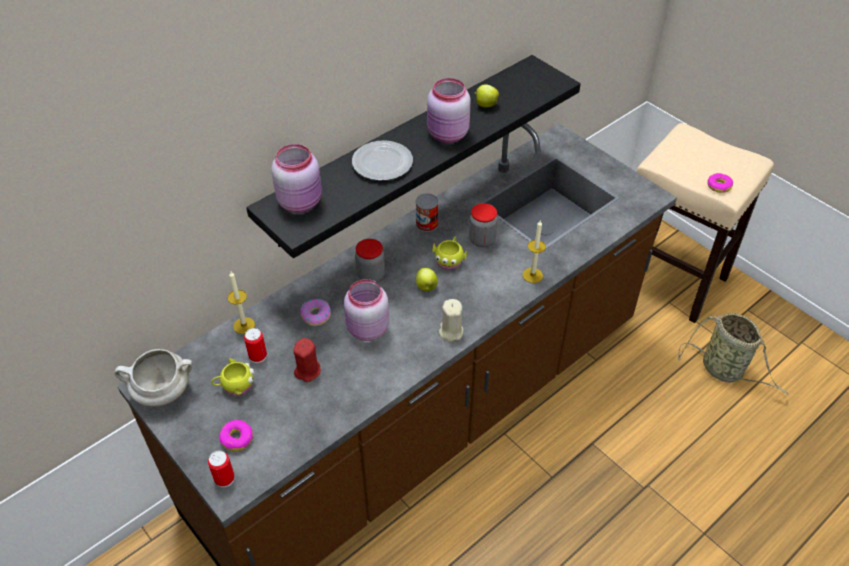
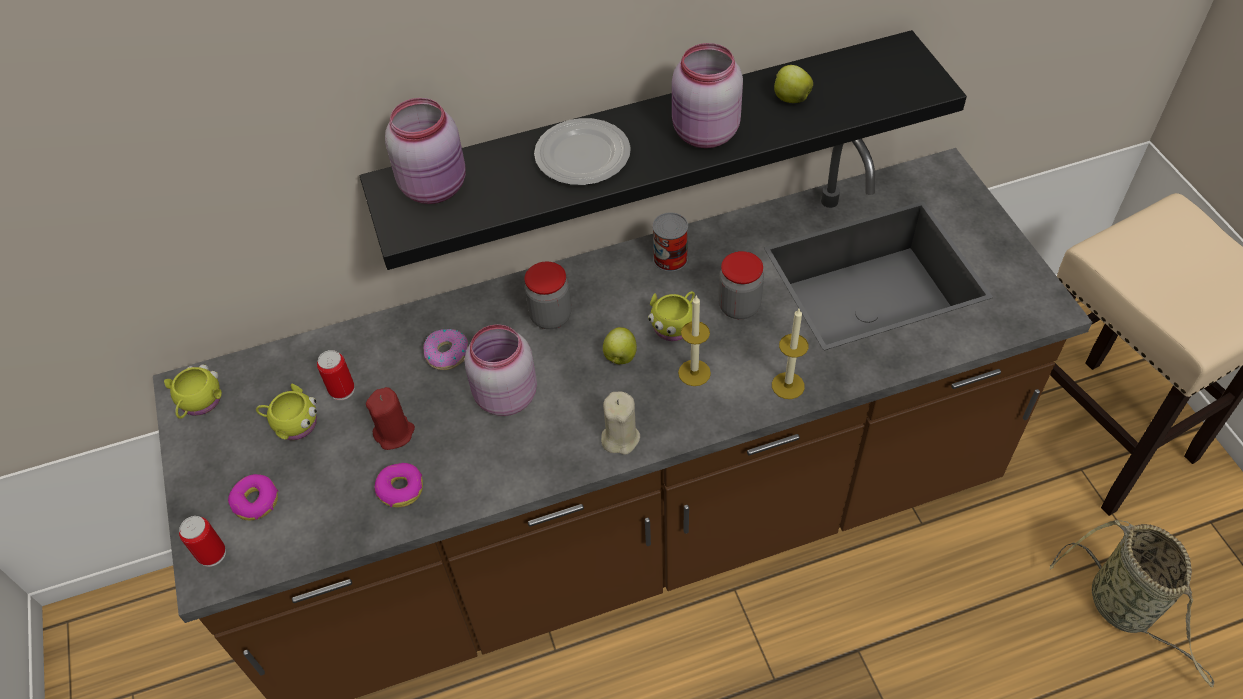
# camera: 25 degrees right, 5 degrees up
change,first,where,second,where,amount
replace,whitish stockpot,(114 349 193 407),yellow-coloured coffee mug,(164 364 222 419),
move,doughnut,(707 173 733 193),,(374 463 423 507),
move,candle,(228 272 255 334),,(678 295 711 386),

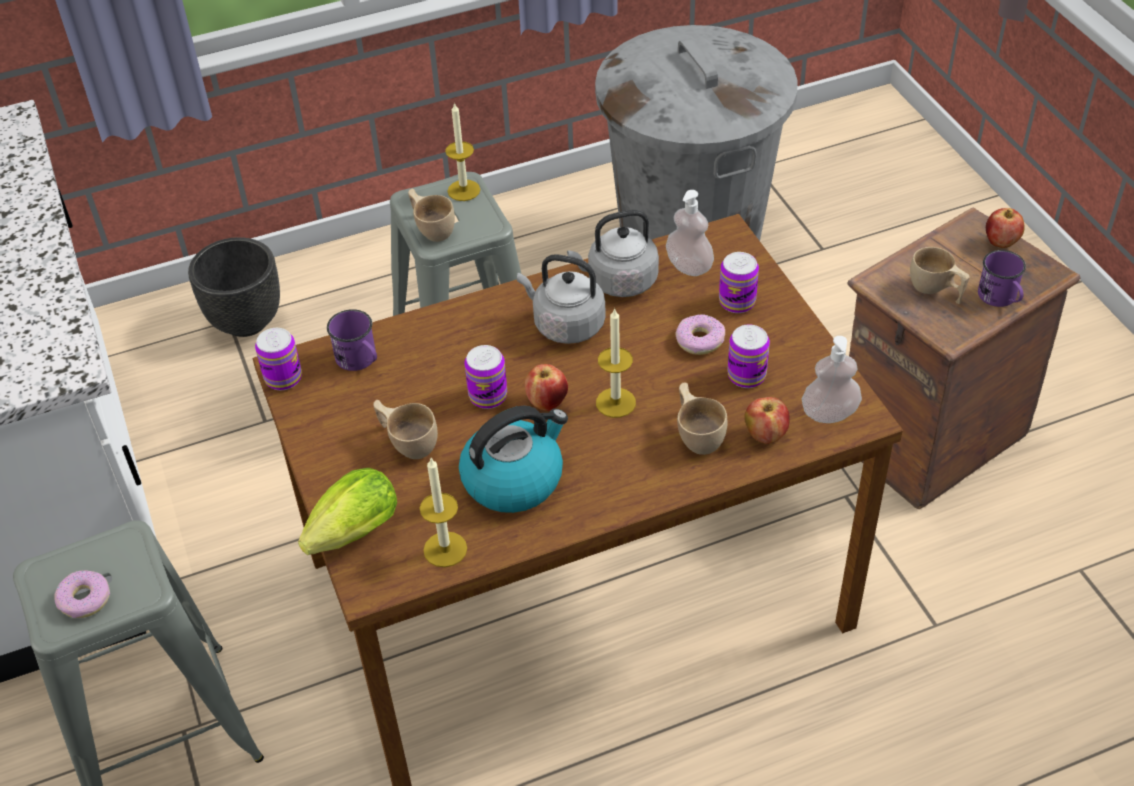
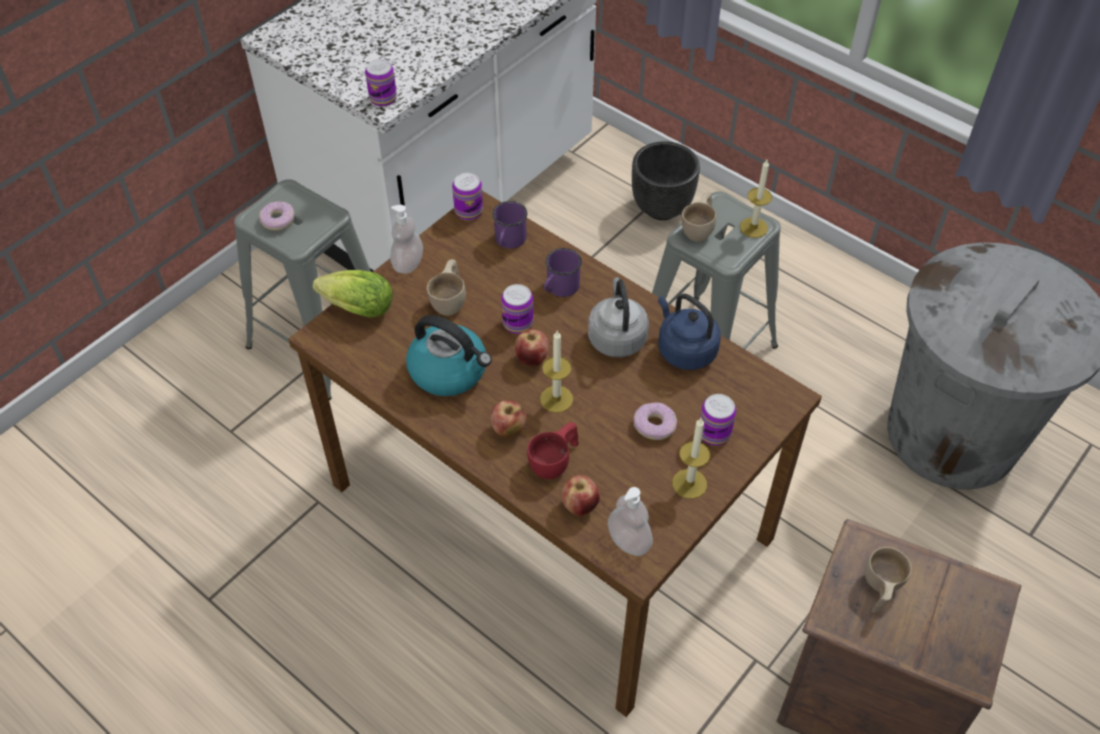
# camera: 60 degrees right, 5 degrees up
change,first,where,second,where,amount
move,can,(728 324 770 388),,(365 59 397 107),
move,soap bottle,(666 190 714 276),,(390 205 423 274),
move,whole apple,(986 208 1025 248),,(490 400 527 438),
recolor,sand-coloured small cup,(677 382 727 455),red small cup,(527 422 579 480),
move,purple-coloured coffee mug,(978 250 1026 307),,(544 248 582 297),
recolor,grey water kettle,(567 210 659 297),bluish water kettle,(658 294 721 370),
move,candle,(420 458 467 567),,(672 418 710 499),

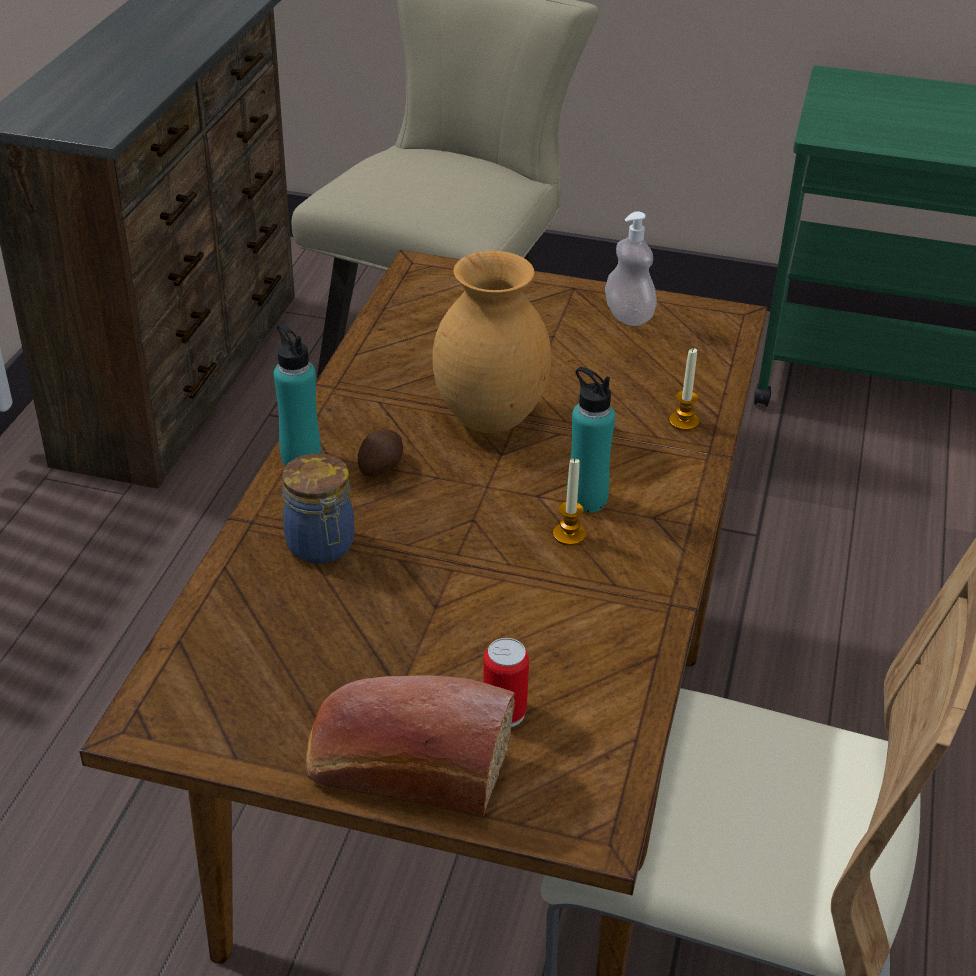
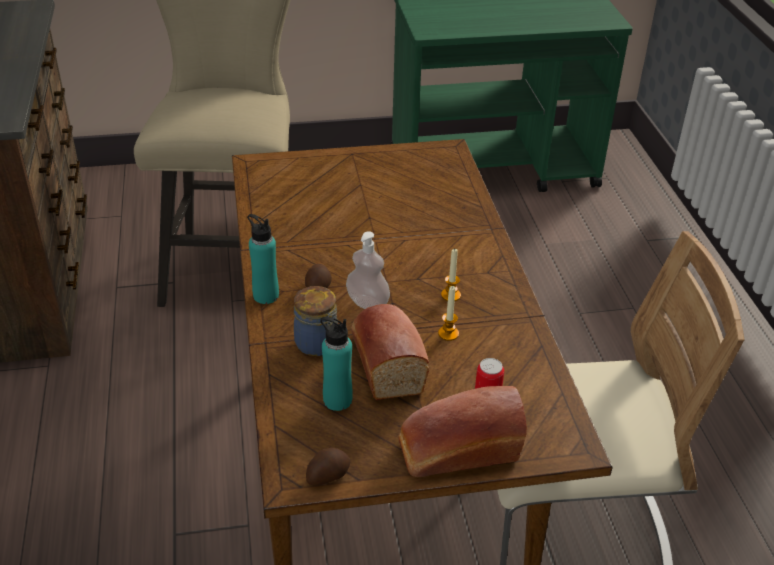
# camera: 25 degrees left, 0 degrees up
change,first,where,second,where,amount
insert,,,potato,(306 448 350 486),
move,turquoise drink bottle,(567 367 615 513),,(320 317 353 411),
move,soap bottle,(605 212 657 326),,(346 231 390 309),
insert,,,bakery bread,(351 304 429 400),
move,candle,(669 348 699 431),,(438 286 459 341),
delete,brown vase,(432 251 551 433),,,

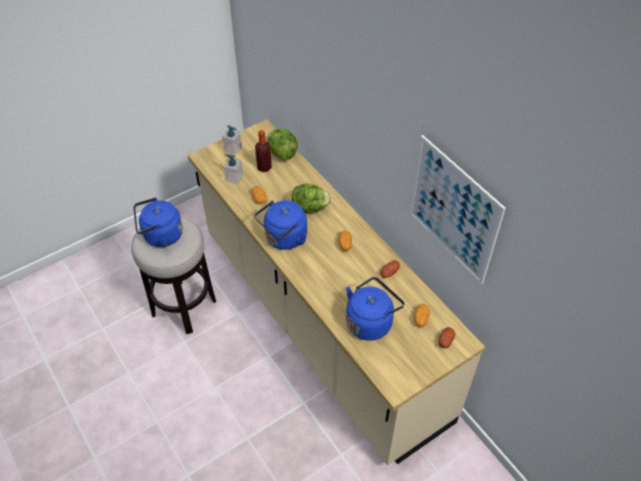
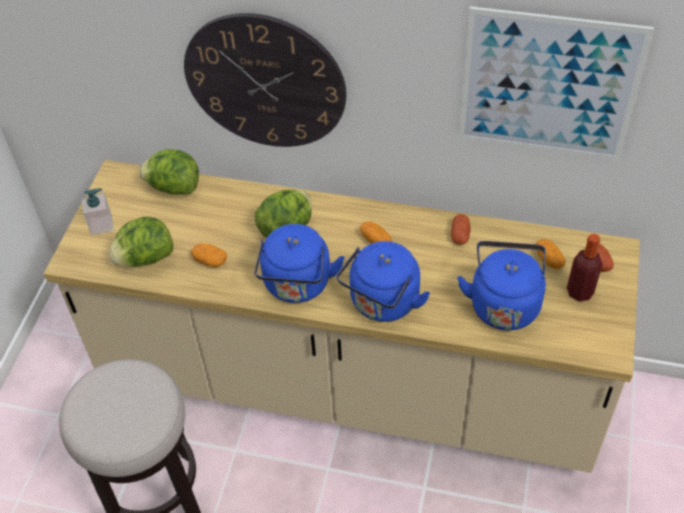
# camera: 40 degrees left, 0 degrees up
change,first,where,second,where,amount
replace,soap bottle,(224 154 243 184),lettuce head,(109 217 173 267),
insert,,,wall clock,(184 13 347 147),
move,bluish water kettle,(133 198 183 247),,(337 241 430 322),
move,drink bottle,(255 130 272 172),,(567 234 602 301),

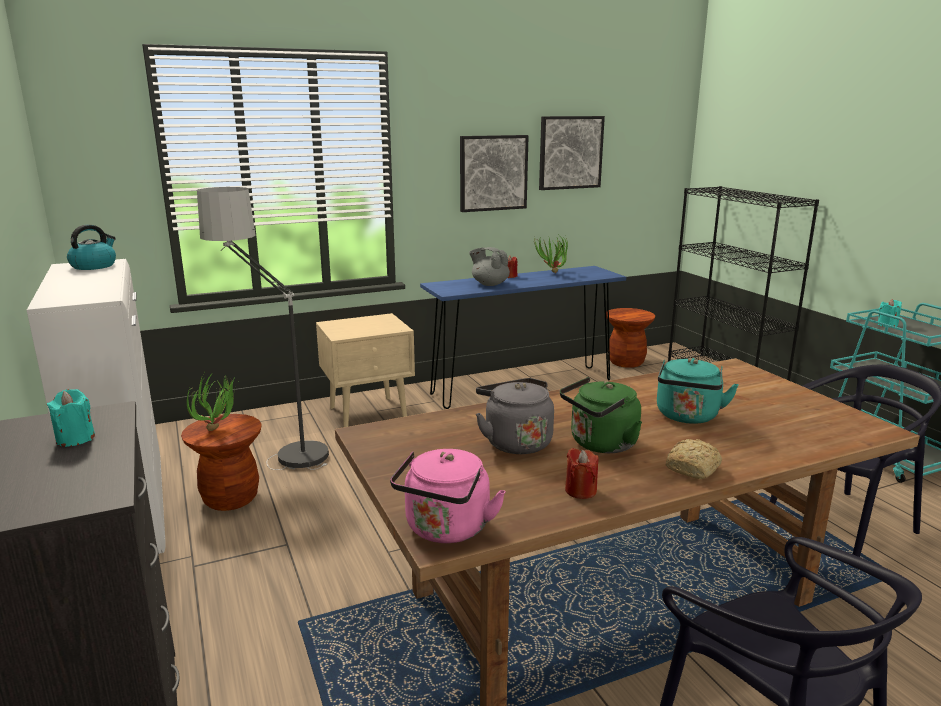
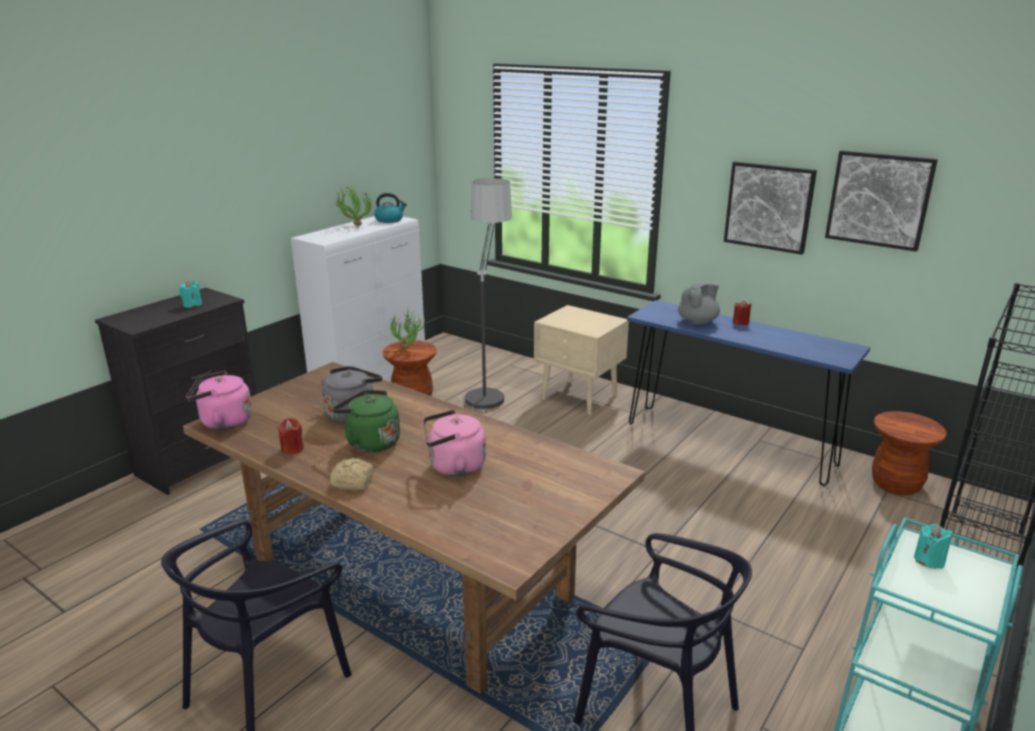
# camera: 60 degrees right, 5 degrees up
change,first,where,second,where,amount
move,houseplant,(534 234 568 273),,(334 186 371 226),
recolor,turquoise water kettle,(657 358 739 424),pinkish water kettle,(423 410 486 477),
rotate,grey teapot,(469 247 510 286),,(678 283 720 325),45 degrees clockwise

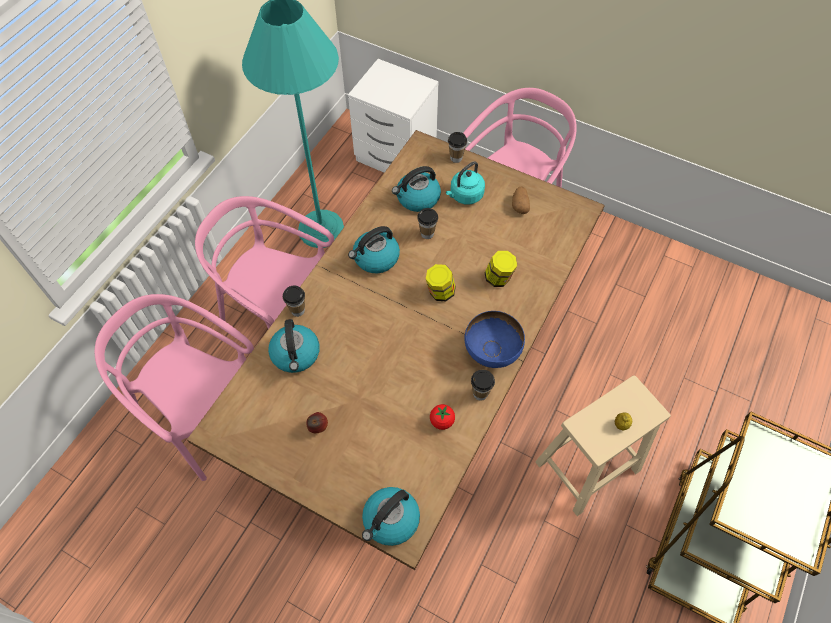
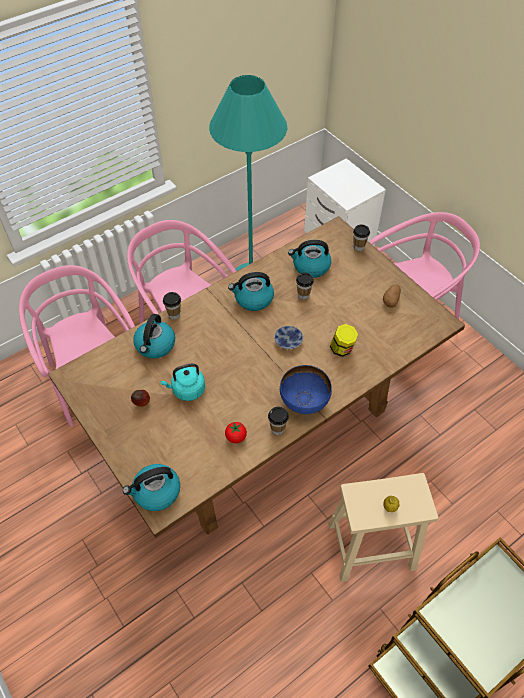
# camera: 25 degrees right, 5 degrees down
change,first,where,second,where,amount
move,turquoise water kettle,(446 161 485 205),,(160 363 205 401),
replace,storage jar,(426 264 455 301),serving bowl,(274 326 303 349),

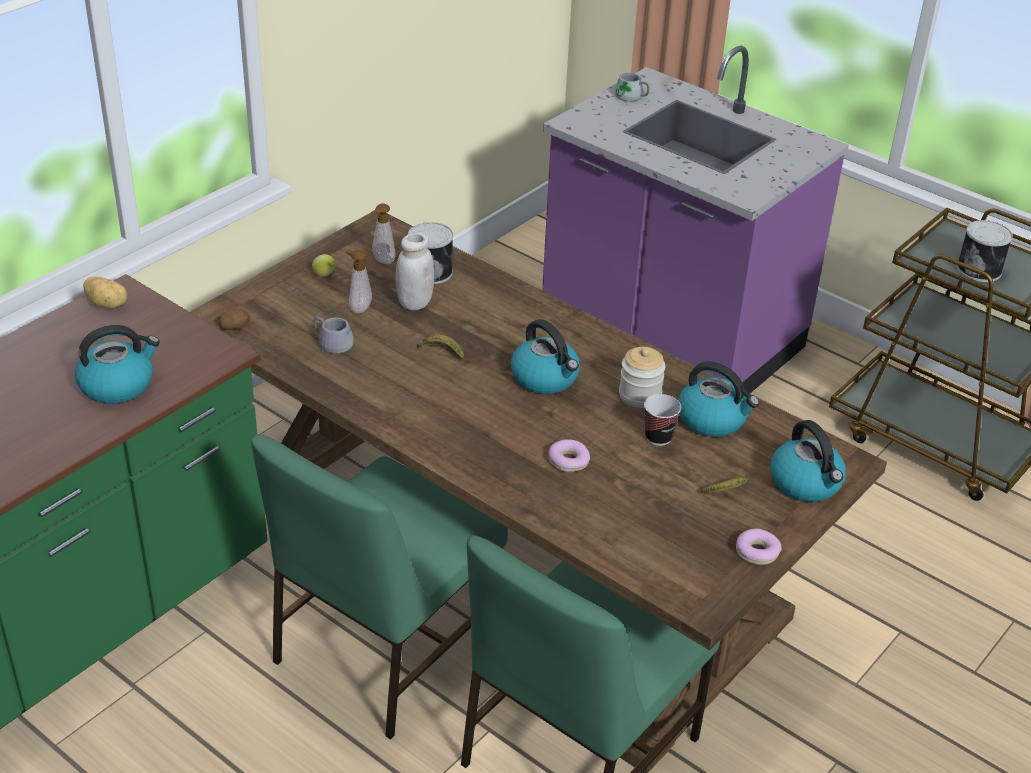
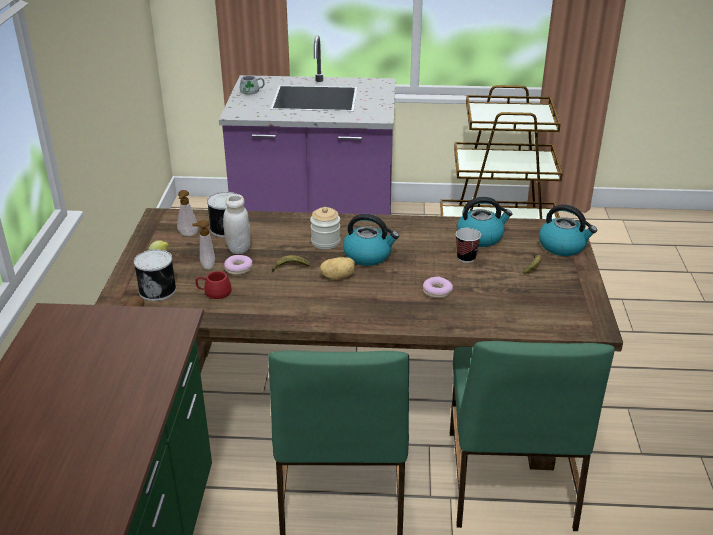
# camera: 35 degrees left, 5 degrees down
change,first,where,second,where,amount
move,can,(957 220 1013 282),,(134 249 176 301),
recolor,grey coffee mug,(314 316 353 354),red coffee mug,(195 271 232 299),
move,doughnut,(736 529 782 565),,(224 255 252 275),
move,storage jar,(619 347 666 408),,(310 207 341 249),
move,potato,(83 277 127 308),,(320 257 355 279),
delete,water kettle,(75 325 160 404),,,

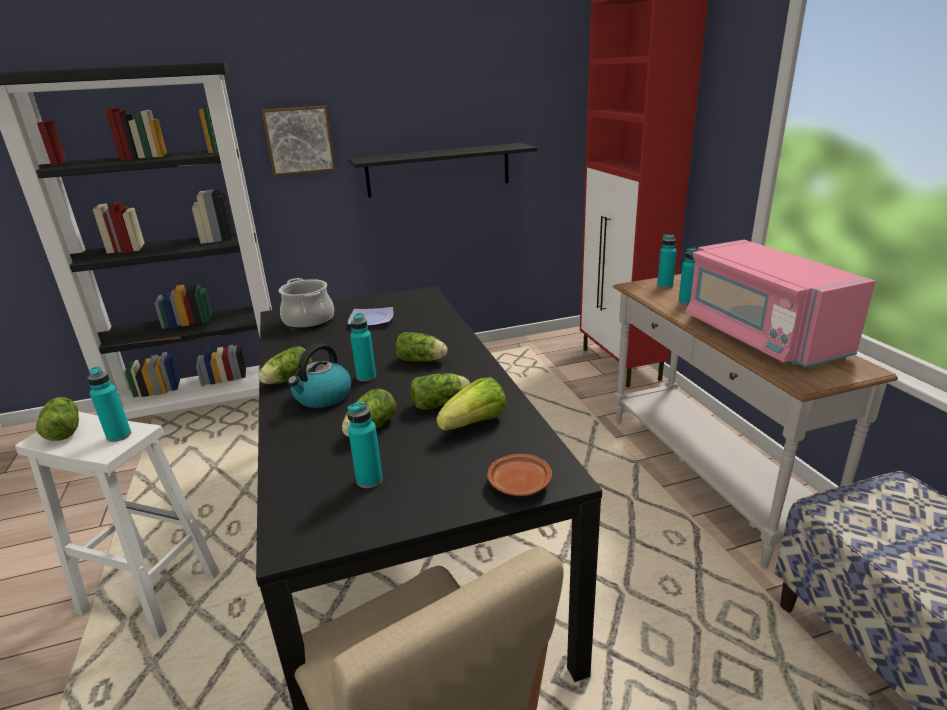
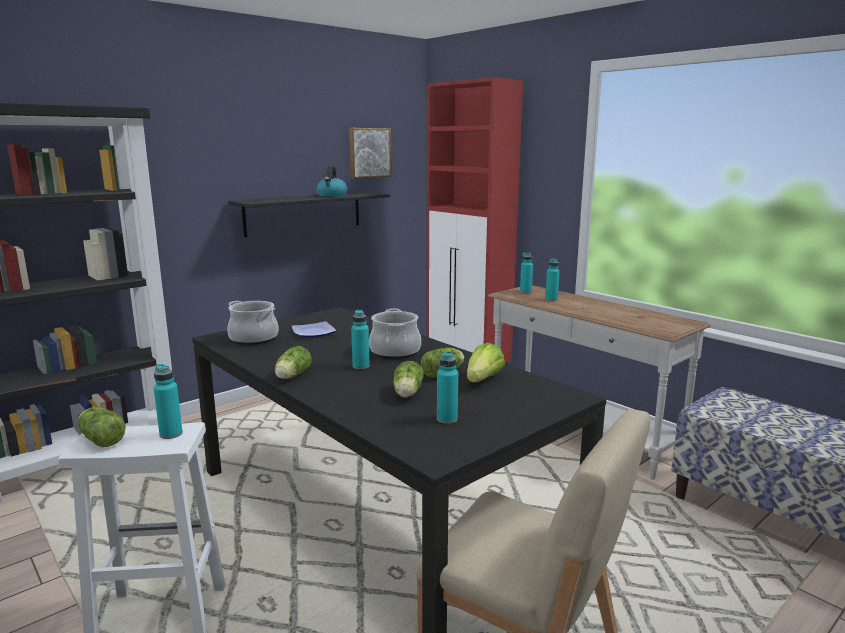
# camera: 25 degrees left, 10 degrees down
change,first,where,second,where,amount
move,water kettle,(288 343 351 408),,(316 166 347 197),
move,wall art,(262 106 336 176),,(349 128 392 179),
replace,lettuce head,(396 332 447 362),stockpot,(369 308 421 359),
delete,brown flat dish,(487 454 552 496),,,
delete,pinkish microwave,(686 240 876 367),,,

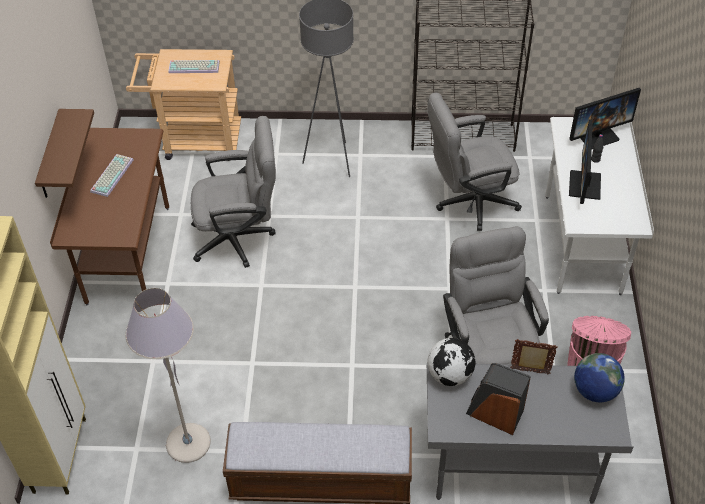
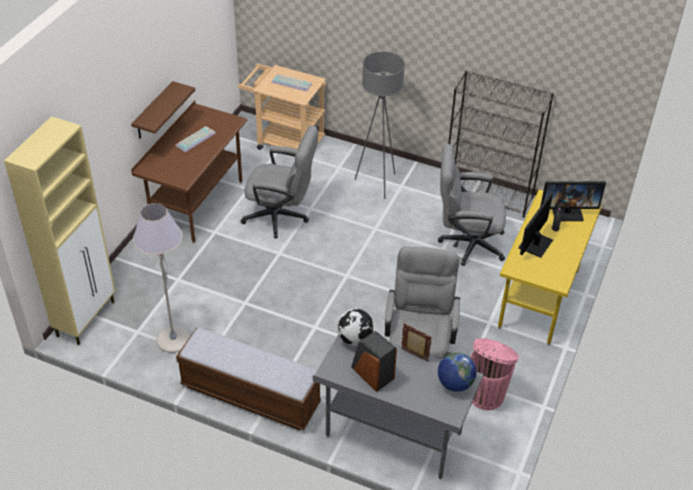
# camera: 20 degrees right, 5 degrees down
change,first,where,second,where,amount
recolor,whitish desk unit,(545 117 654 295),yellow-coloured desk unit,(498 190 602 345),

